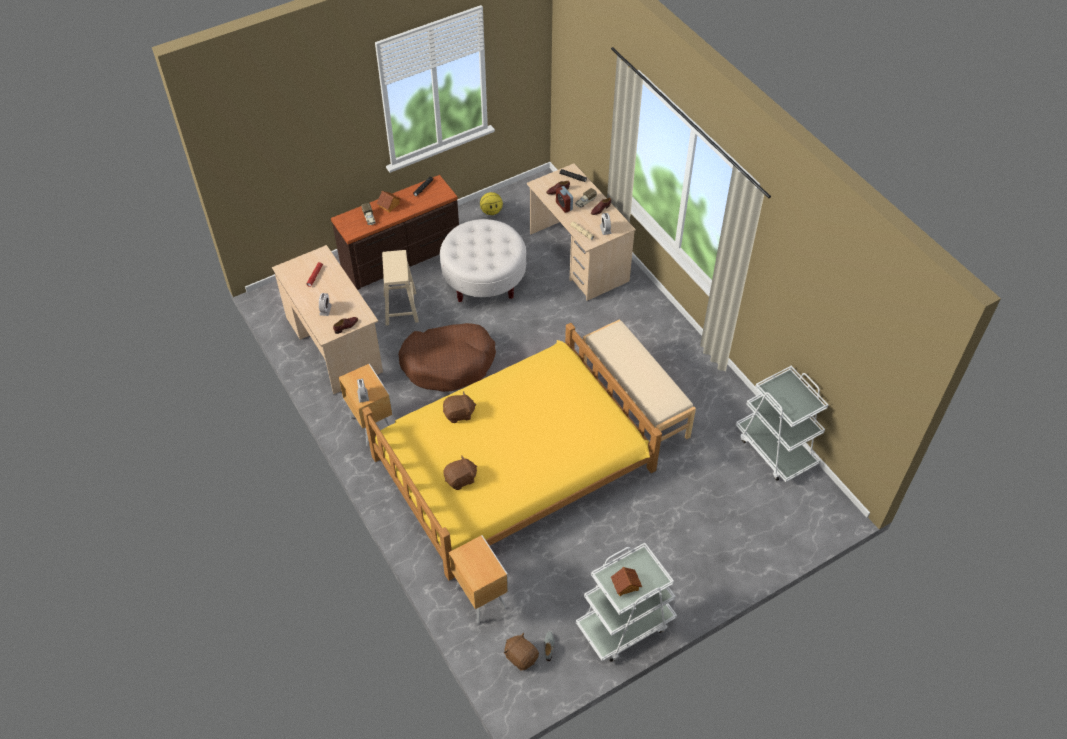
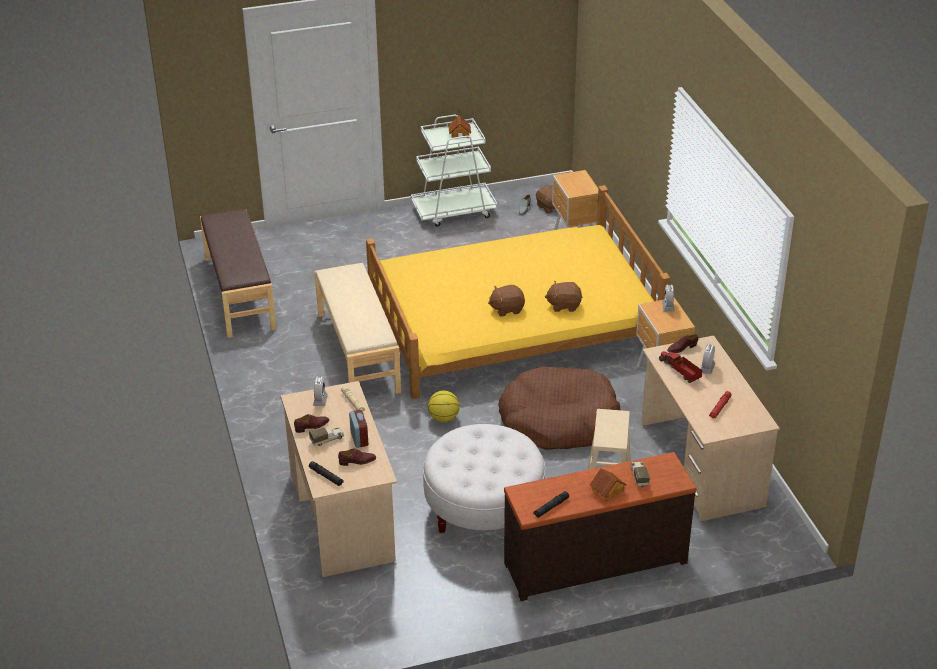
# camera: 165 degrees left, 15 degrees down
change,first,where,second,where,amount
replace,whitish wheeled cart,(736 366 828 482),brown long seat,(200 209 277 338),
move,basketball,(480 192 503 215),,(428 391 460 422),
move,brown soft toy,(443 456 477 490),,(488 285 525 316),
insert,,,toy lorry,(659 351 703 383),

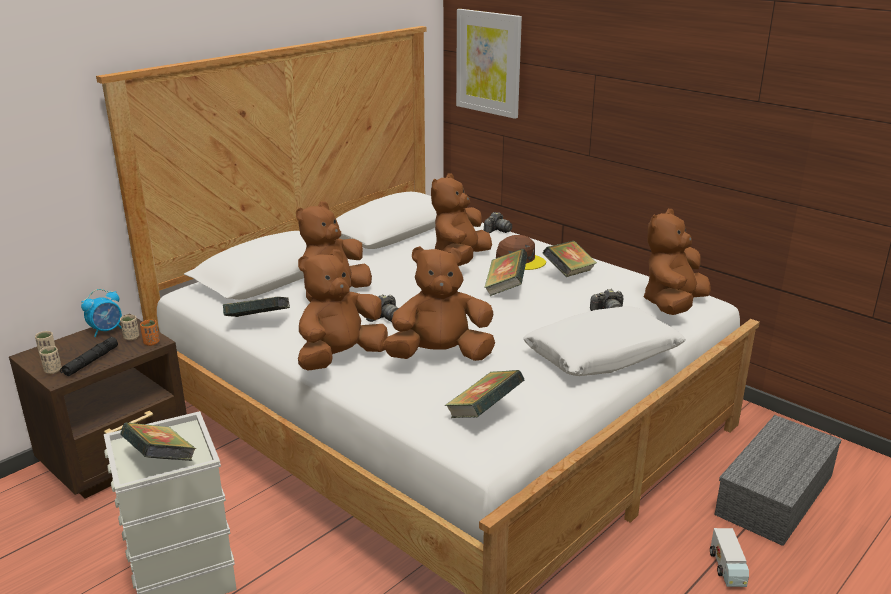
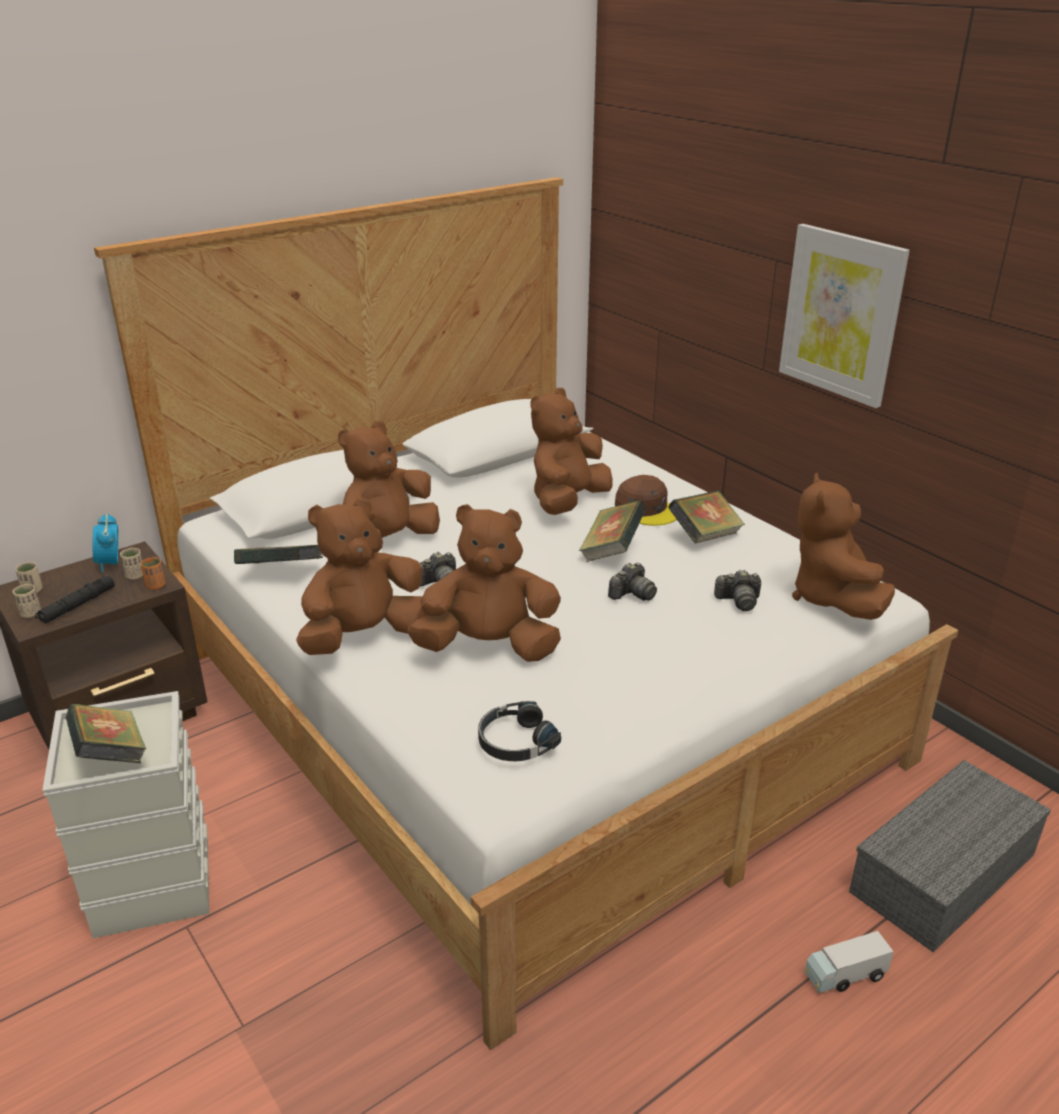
# camera: 10 degrees right, 5 degrees up
change,first,where,second,where,amount
rotate,alarm clock,(81 289 122 337),,(93 513 118 572),105 degrees clockwise
replace,bound book,(445 370 525 418),black-coloured pair of headphones,(478 701 561 761),
move,still camera,(484 212 512 233),,(608 563 657 601),
move,wall art,(456 9 522 119),,(779 224 910 408),
rotate,brown soft toy,(644 209 711 315),,(792 473 895 620),45 degrees counterclockwise
rotate,toy lorry,(710 528 749 587),,(805 931 894 993),60 degrees clockwise
delete,whitish pillow,(523 306 686 376),,,

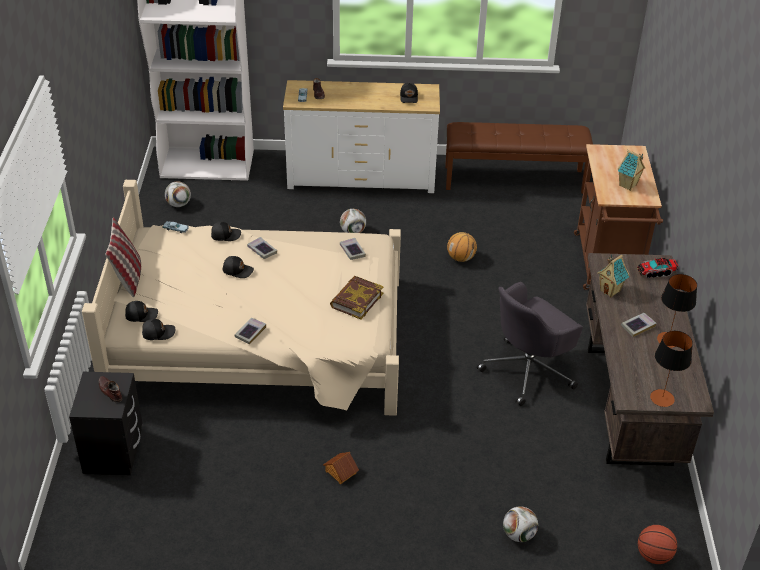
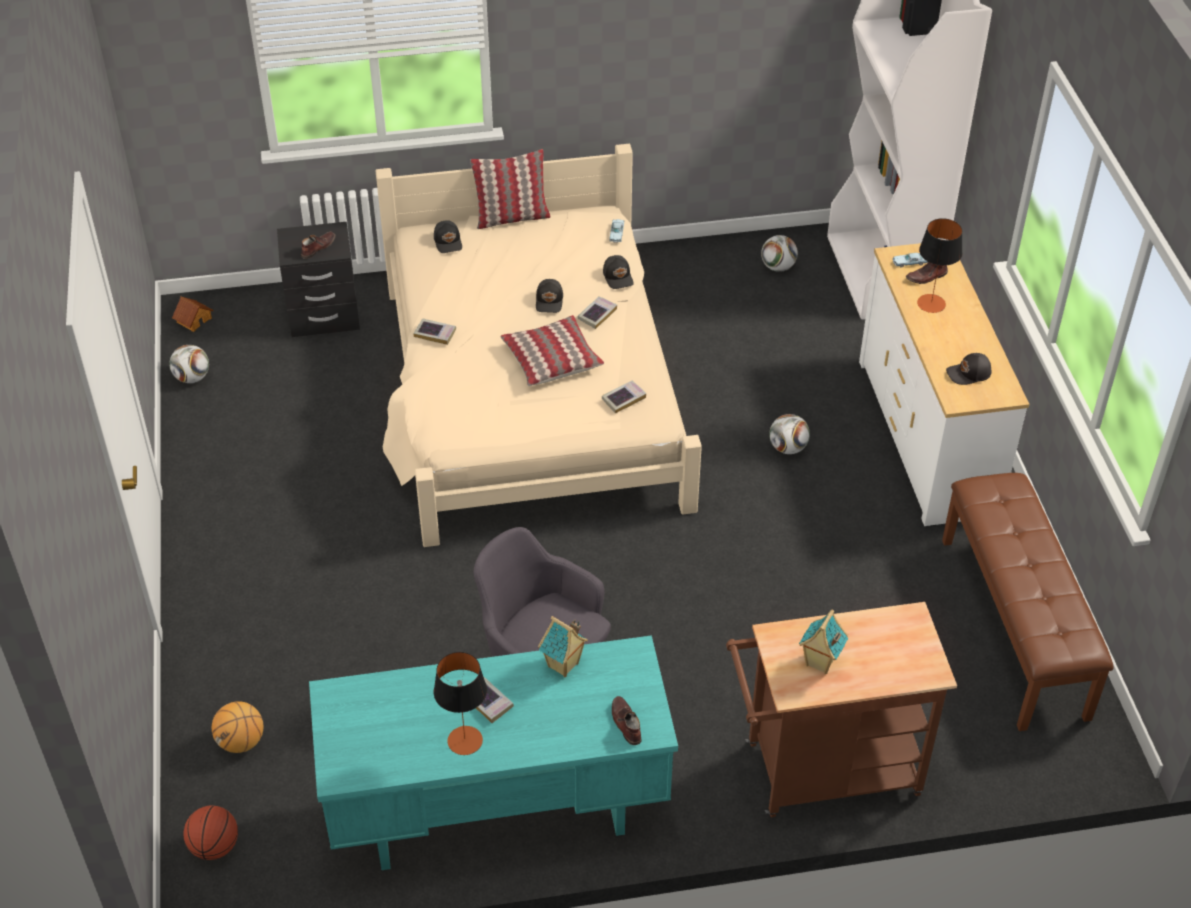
# camera: 80 degrees right, 5 degrees up
change,first,where,second,where,amount
move,ball for football,(503 506 538 542),,(169 345 209 383),
move,miniature house,(323 452 359 484),,(172 297 213 332),
move,basketball,(447 232 477 262),,(212 701 263 753),
recolor,brown desk unit,(586 253 714 466),turquoise desk unit,(309 635 678 870),
insert,,,pillow,(501 315 604 386),
replace,toy lorry,(637 258 679 278),brown shoe,(612 696 642 745),
move,lamp for a table,(650 331 693 407),,(917 218 962 313),
delete,black-coloured cap,(142 319 175 340),,,
delete,bound book,(330 276 384 320),,,

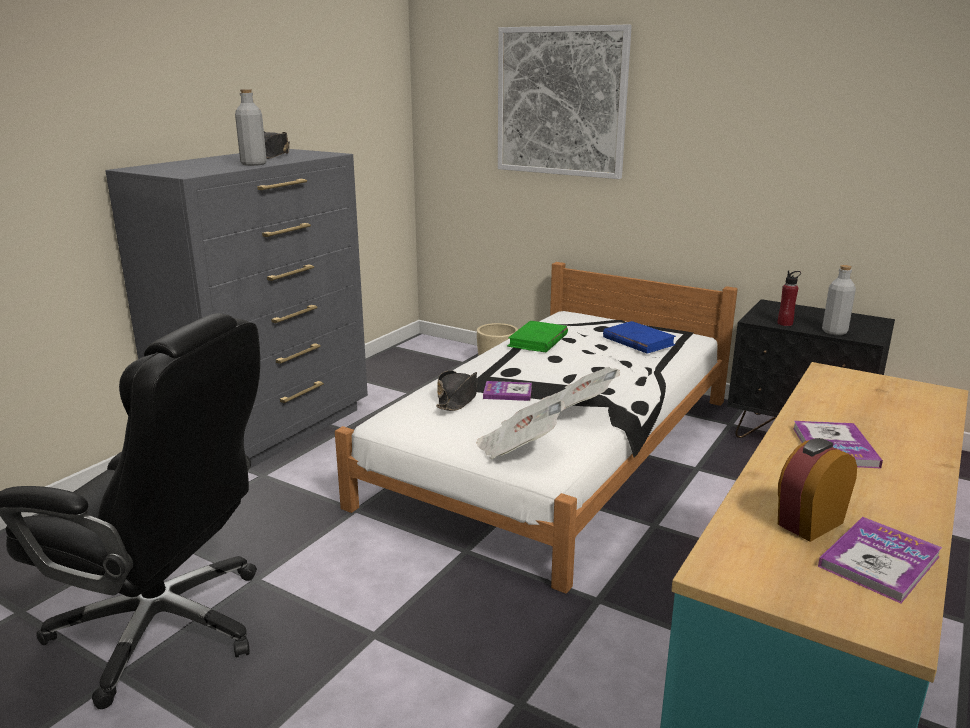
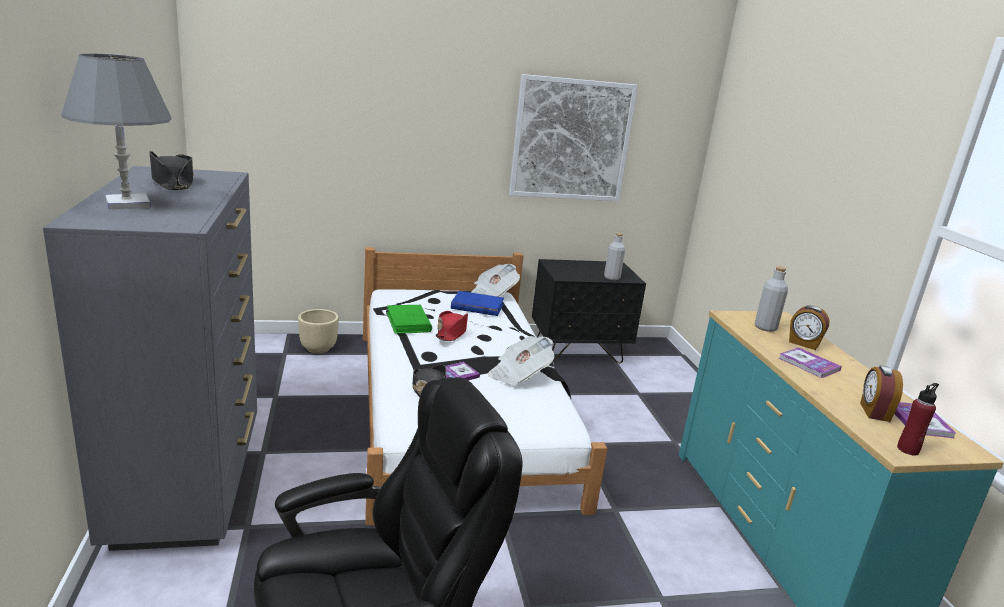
# camera: 45 degrees left, 0 degrees up
change,first,where,second,where,amount
insert,,,grey lamp for a table,(61 54 171 209),
insert,,,red hat,(437 311 468 341),
move,daily paper,(476 398 566 459),,(471 264 520 297),
move,wall art,(498 24 632 179),,(509 74 638 201),
move,grey drink bottle,(235 89 267 166),,(755 266 788 332),
insert,,,alarm clock,(789 305 830 350),
move,red drink bottle,(778 271 801 326),,(897 383 939 456),

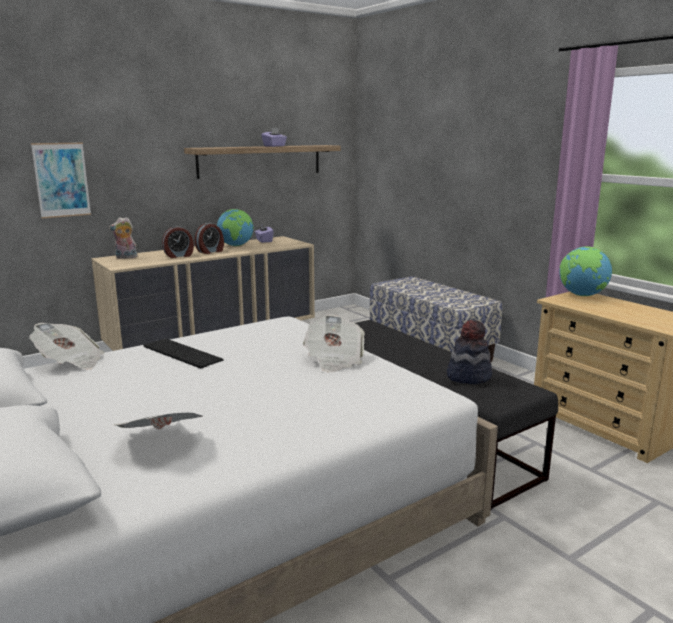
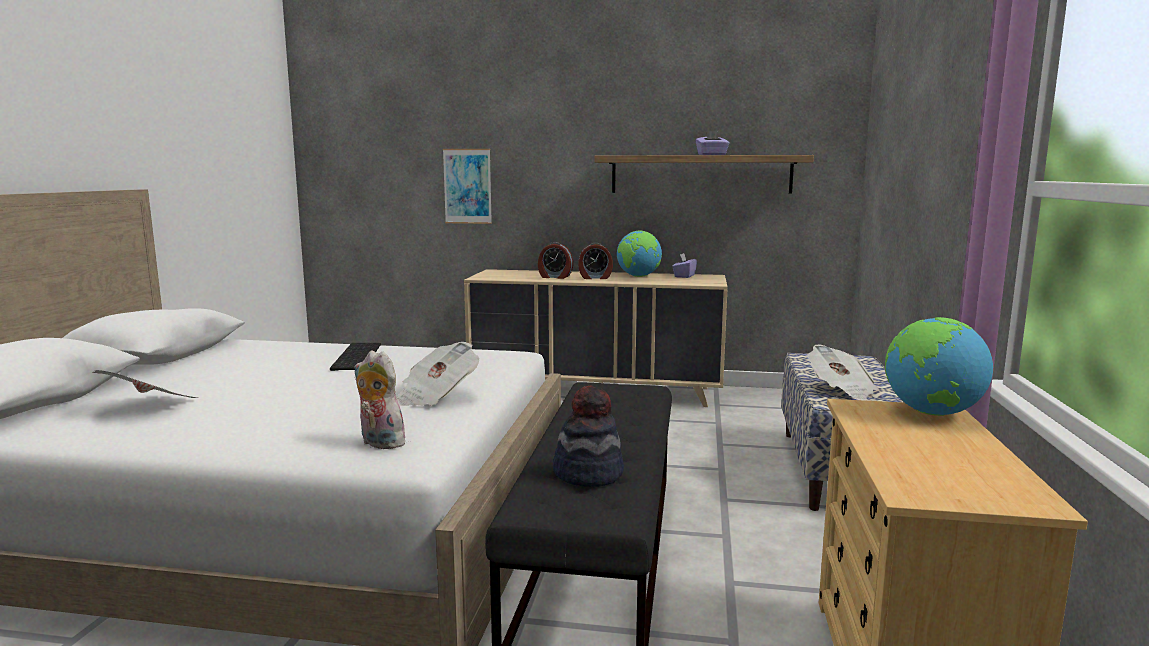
# camera: 45 degrees right, 5 degrees down
change,first,where,second,where,amount
move,soft toy,(109 217 138 259),,(354 350 407 449),
move,daily paper,(29 323 104 370),,(807 344 879 400),

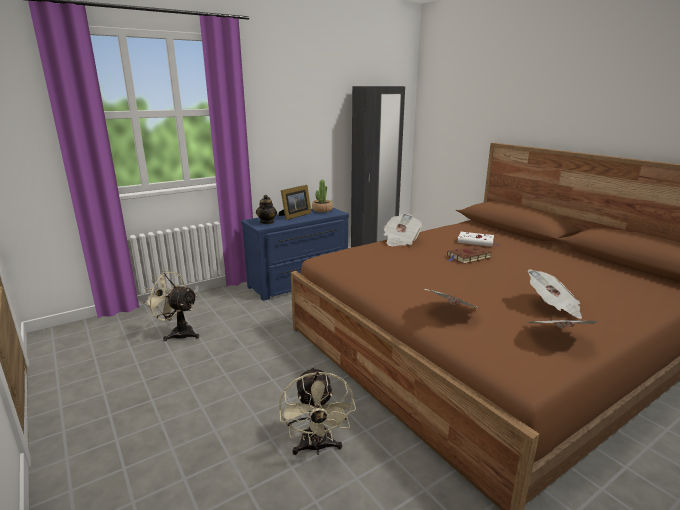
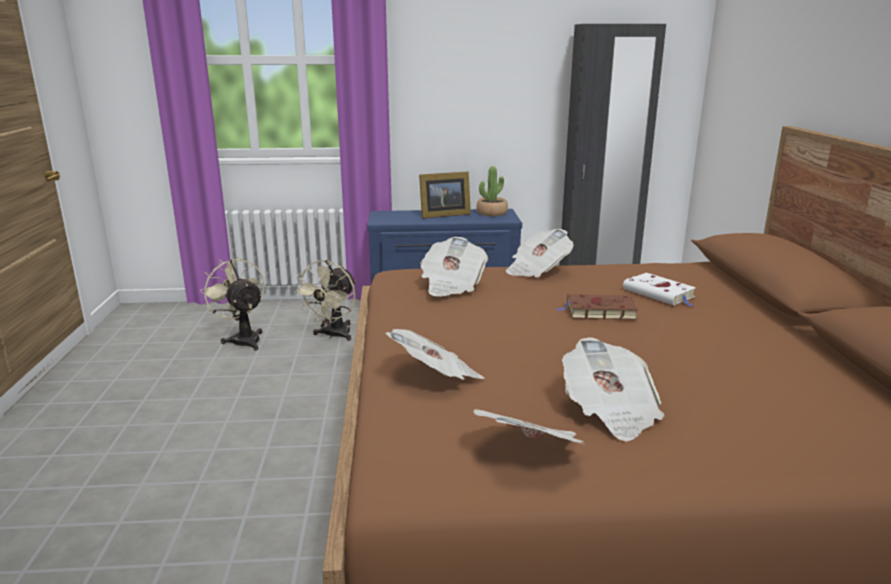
# camera: 30 degrees right, 0 degrees up
change,first,where,second,where,amount
move,sand-coloured cooling fan,(279 366 356 455),,(294 260 356 341),
insert,,,daily paper,(420 237 488 297),
delete,teapot,(256 195 277 224),,,

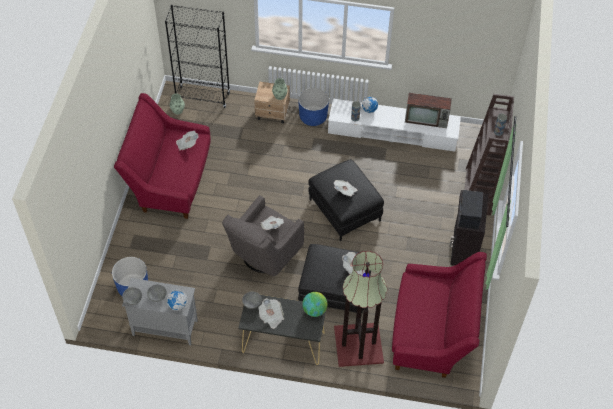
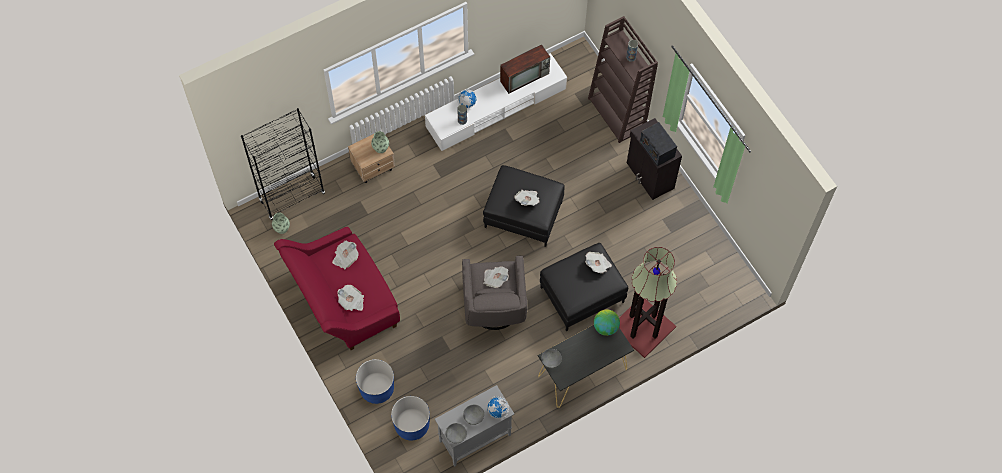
# camera: 40 degrees left, 10 degrees up
change,first,where,second,where,amount
move,daily paper,(258 298 284 329),,(337 285 364 311),
move,bluish planter,(298 88 329 126),,(356 359 394 404),
delete,red settee,(392 252 487 378),,,

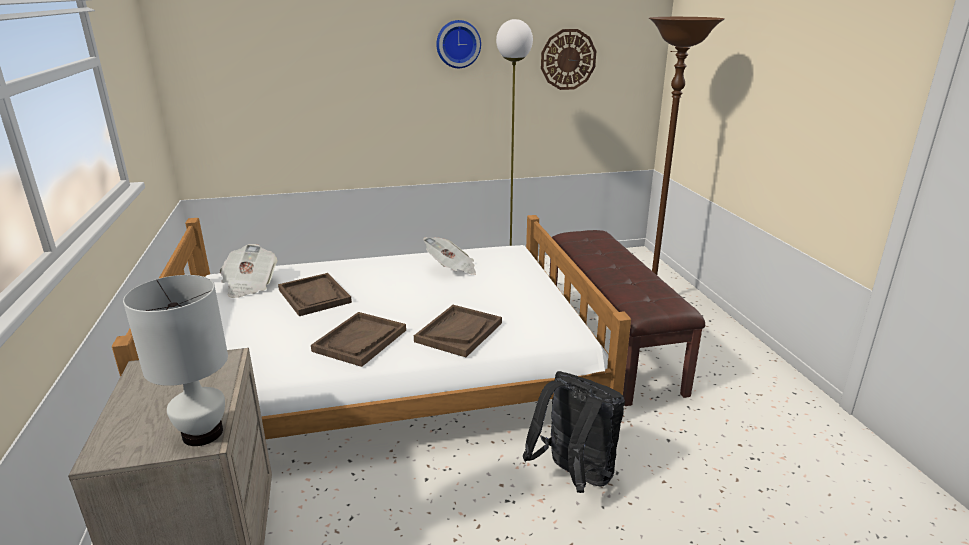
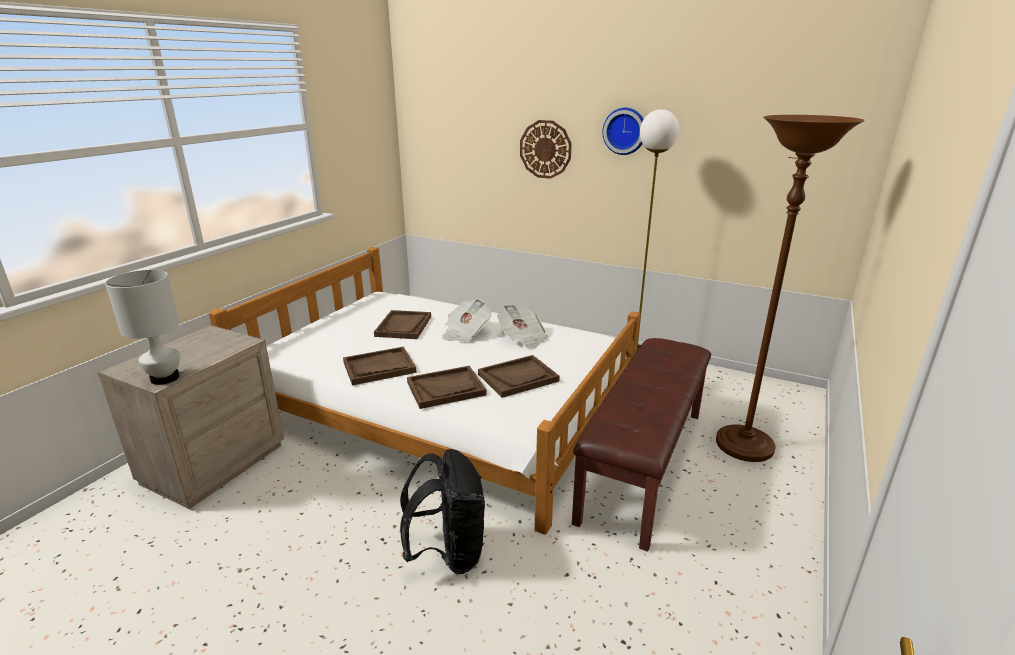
# camera: 40 degrees right, 0 degrees up
change,first,where,second,where,amount
move,daily paper,(220 244 277 298),,(442 299 492 342),
insert,,,brown carrying tray,(478 355 560 398),
move,wall clock,(541 29 596 90),,(520 120 572 179),

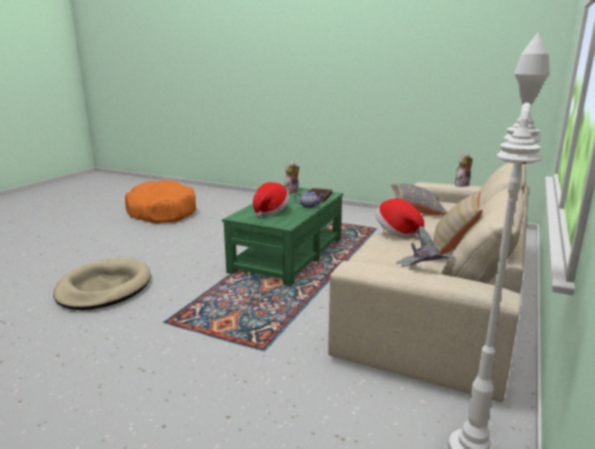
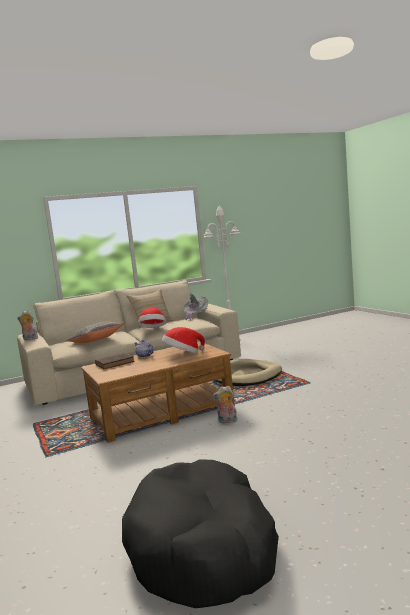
# camera: 140 degrees left, 10 degrees down
change,first,where,second,where,amount
recolor,greenish lounge table,(222 188 343 286),brown lounge table,(81 341 235 442),
recolor,orangey dog cushion,(125 180 196 224),black-coloured dog cushion,(122 459 279 608),
move,soft toy,(284 161 300 194),,(212 386 237 424),
move,sand-coloured dog cushion,(53 258 151 310),,(215 359 282 386),

